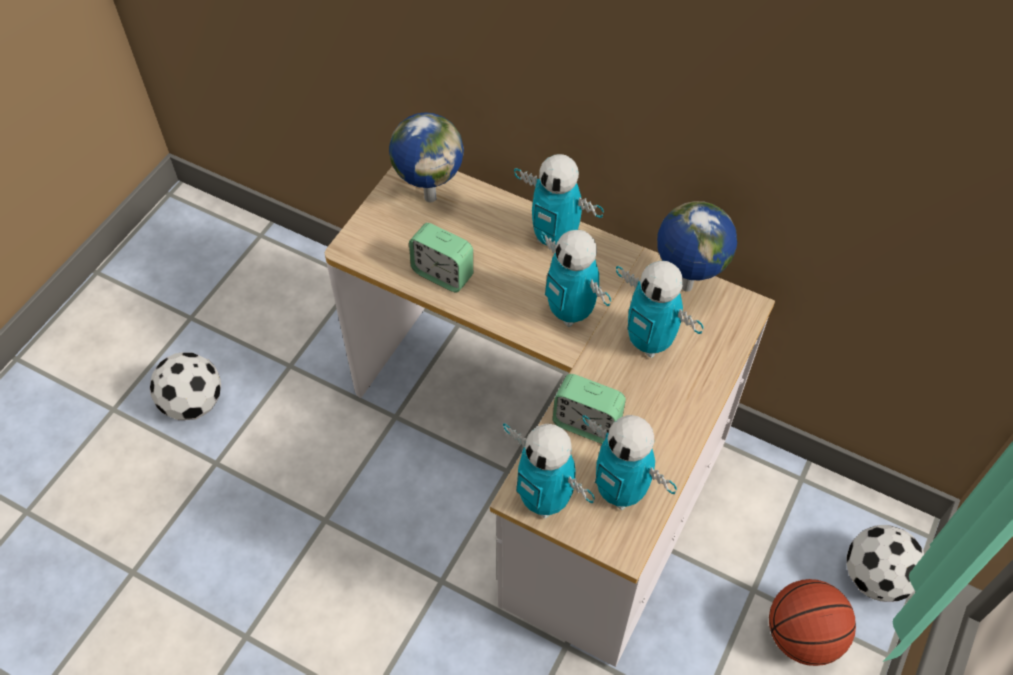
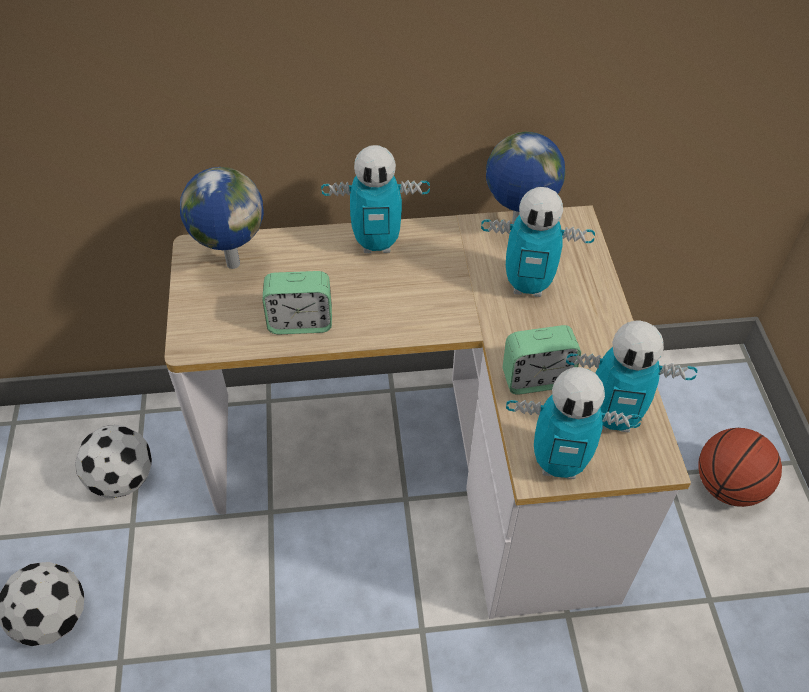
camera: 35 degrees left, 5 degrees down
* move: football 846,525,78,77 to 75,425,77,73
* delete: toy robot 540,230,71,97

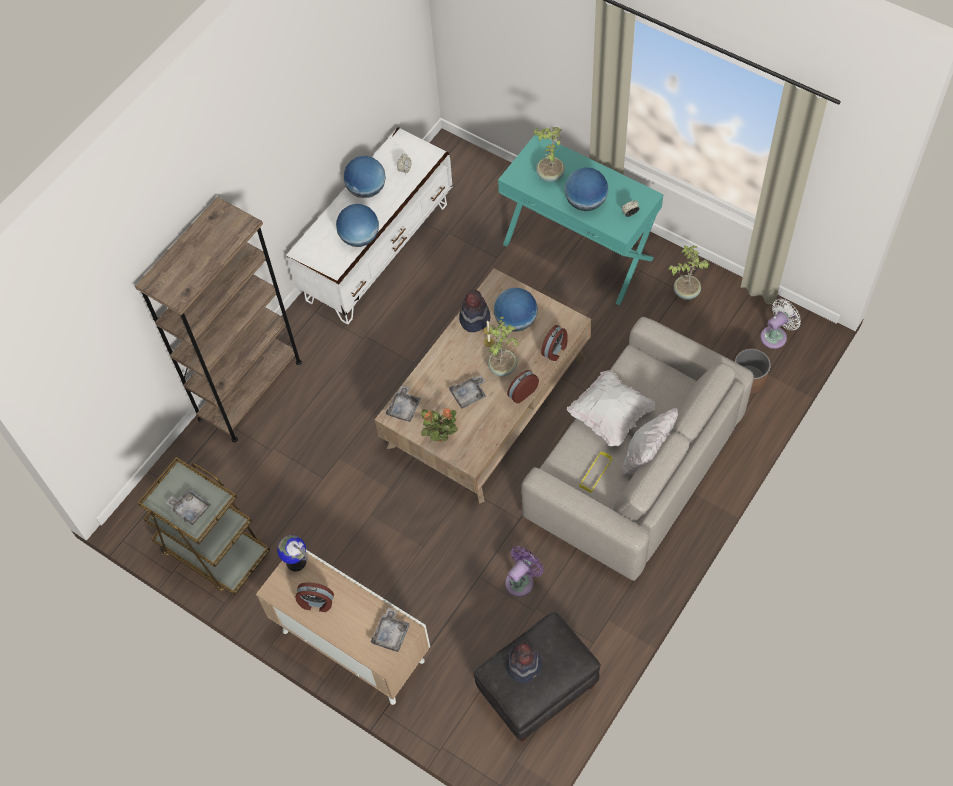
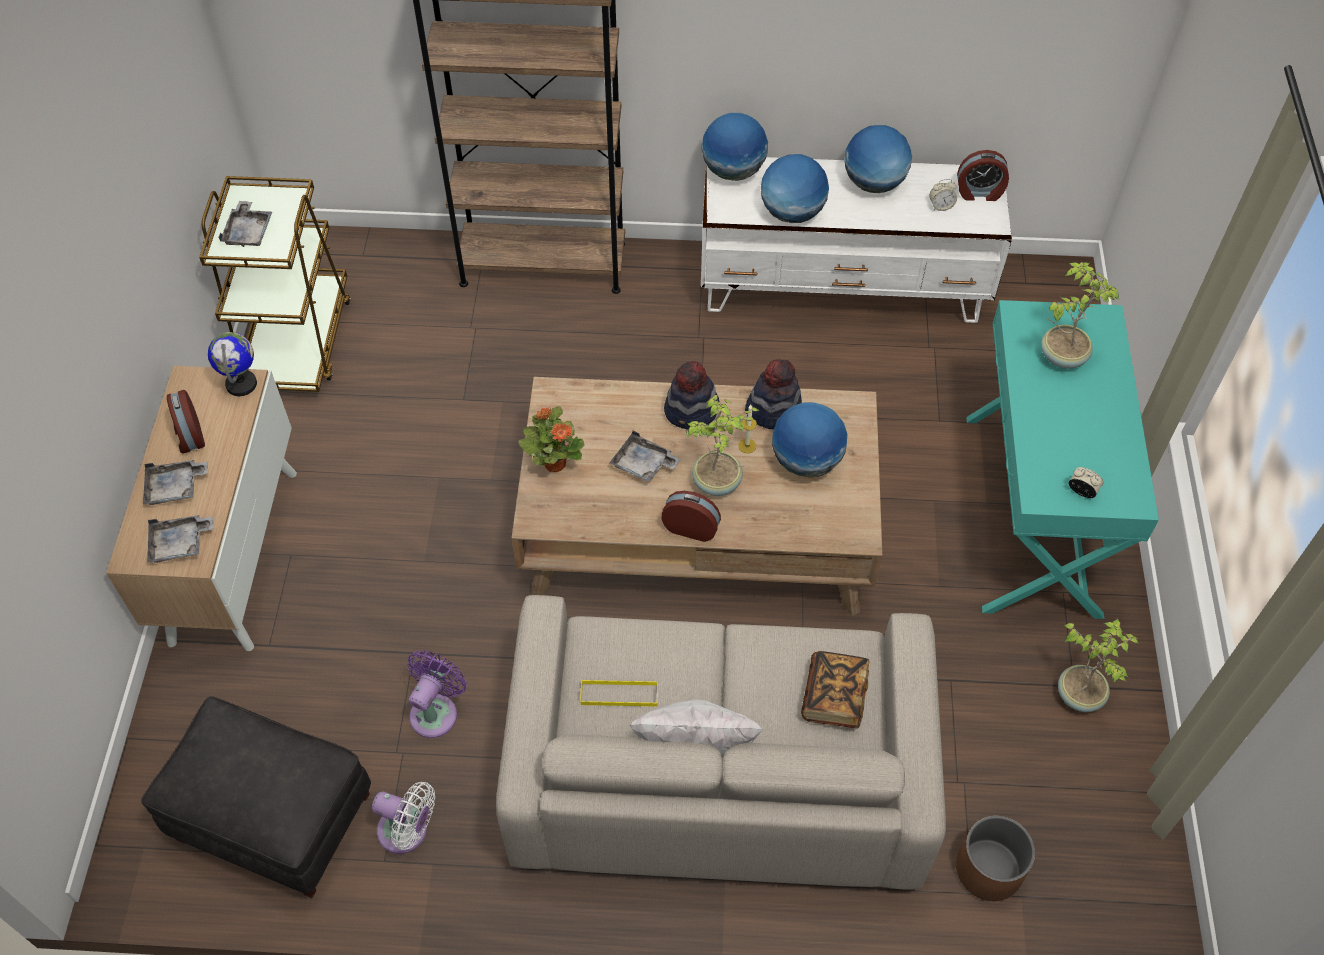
camera: 55 degrees right, 5 degrees down
* move: tray (grey) 386,386,35,36 to 143,460,65,45
* move: fan (white) 760,299,41,50 to 372,782,63,72
* rotate: fan (purple) 505,546,39,51 = 407,650,60,88 75 degrees counterclockwise
* move: hat 506,643,36,40 to 664,361,56,69
* move: globe 565,167,43,44 to 702,113,66,68
* insert: book 801,651,68,77
* move: alarm clock 541,325,27,36 to 957,150,52,51
* delete: pillow (white) 567,370,88,76

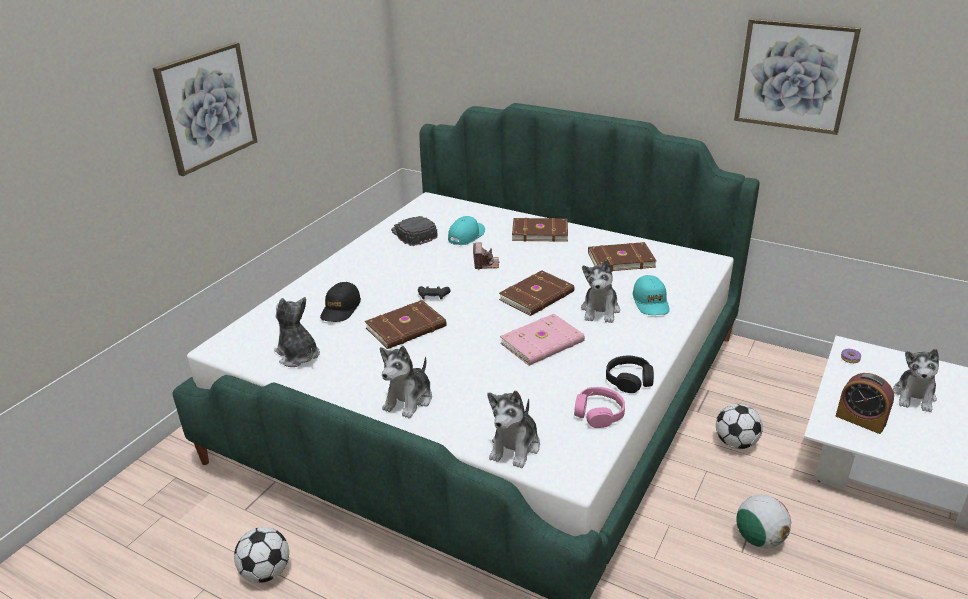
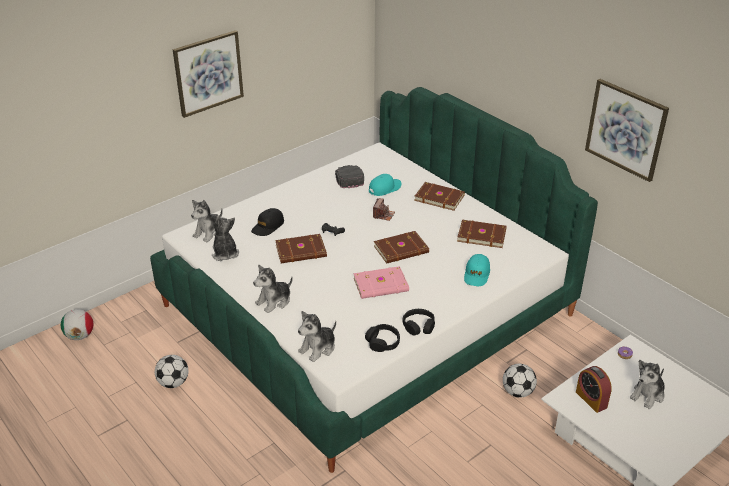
camera: 20 degrees right, 5 degrees up
* move: football 736,495,55,53 to 61,309,32,31
* move: plush toy 581,260,39,63 to 191,200,32,42
* recolor: headphones (pink) 574,387,51,41 to headphones (black) 365,324,35,28

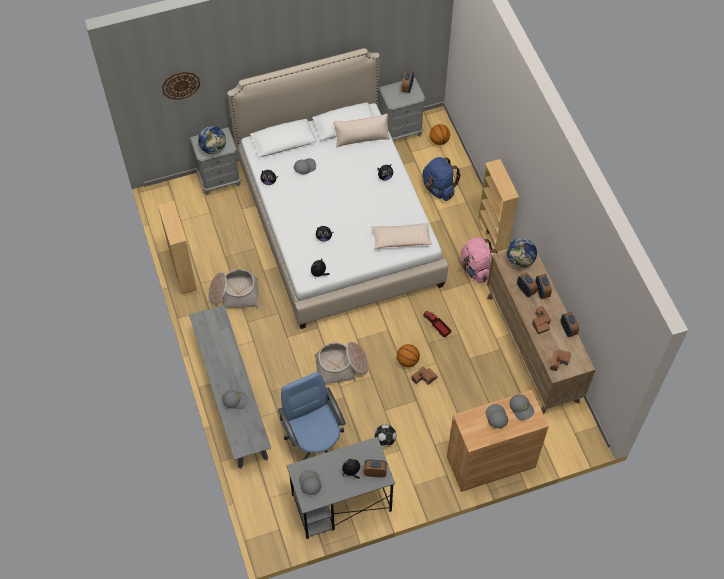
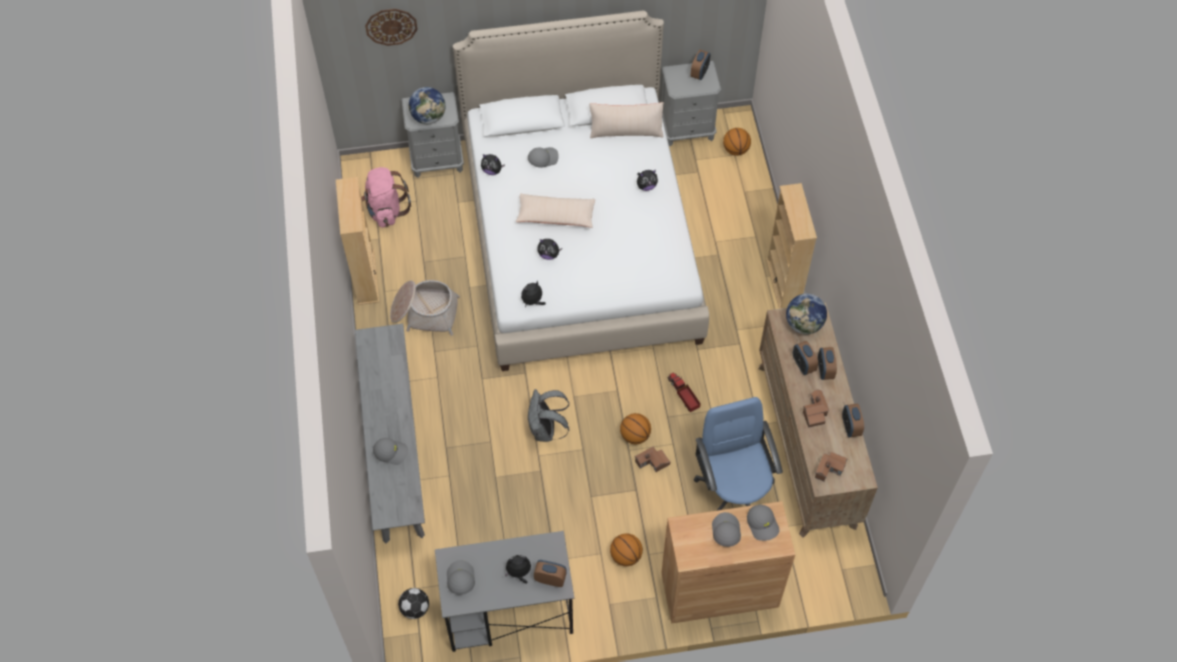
camera: 10 degrees right, 0 degrees up
* move: backpack (pink) 461,237,37,46 to 361,167,50,61
* move: football 374,424,22,23 to 398,588,31,31
* move: pillow (beige) 372,223,60,26 to 516,194,79,34
* replace: basket 315,342,54,42 to backpack (grey) 527,389,42,53
* insert: basketball 610,534,33,32
* move: office chair (blue) 278,372,68,88 to 694,397,89,114
* delete: backpack (blue) 423,157,38,44

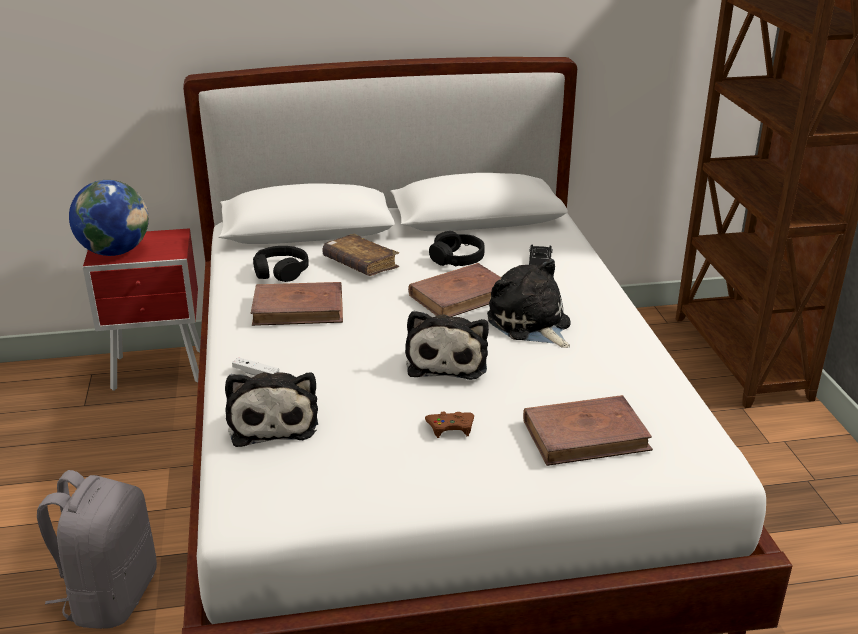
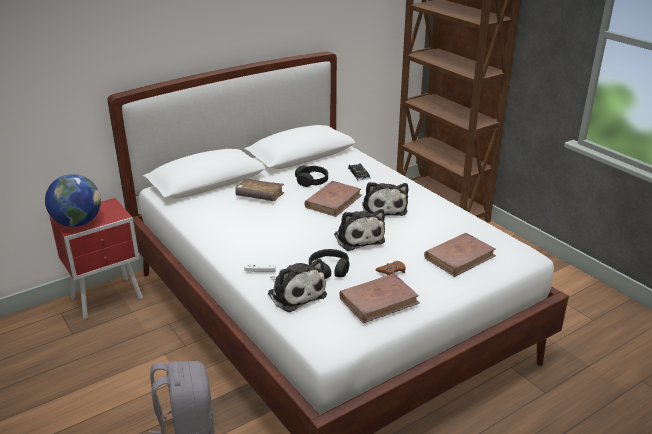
camera: 25 degrees left, 0 degrees up
* move: headphones (black) 253,246,56,36 to 309,249,40,30
* move: book (brown) 251,282,92,44 to 339,273,81,50
* rotate: plush toy 487,258,84,90 = 362,182,47,34 135 degrees counterclockwise

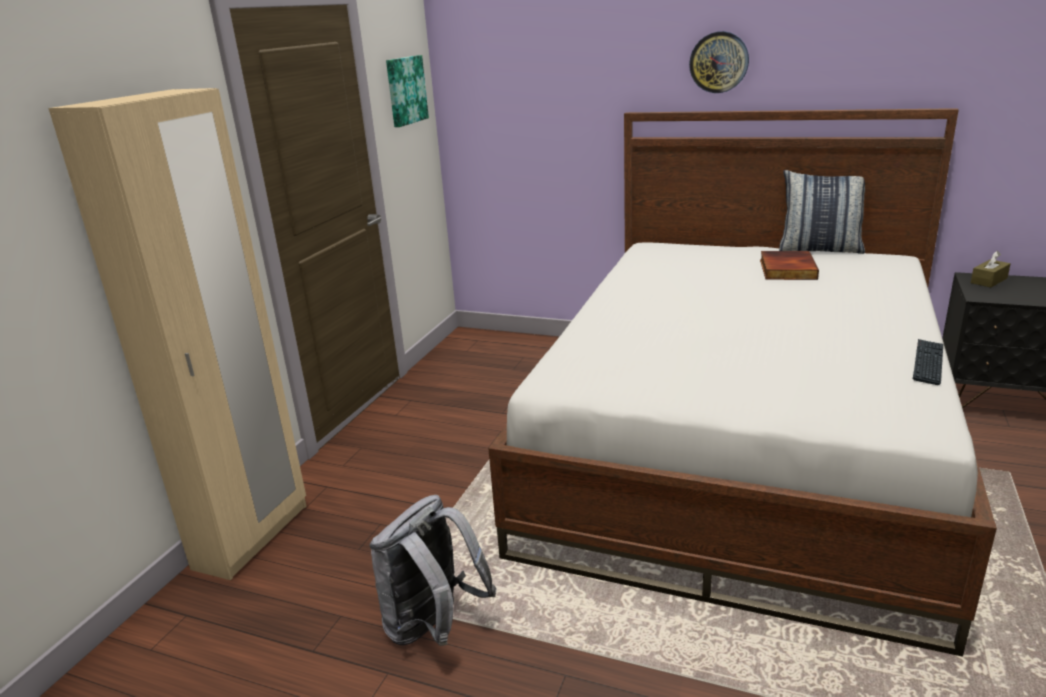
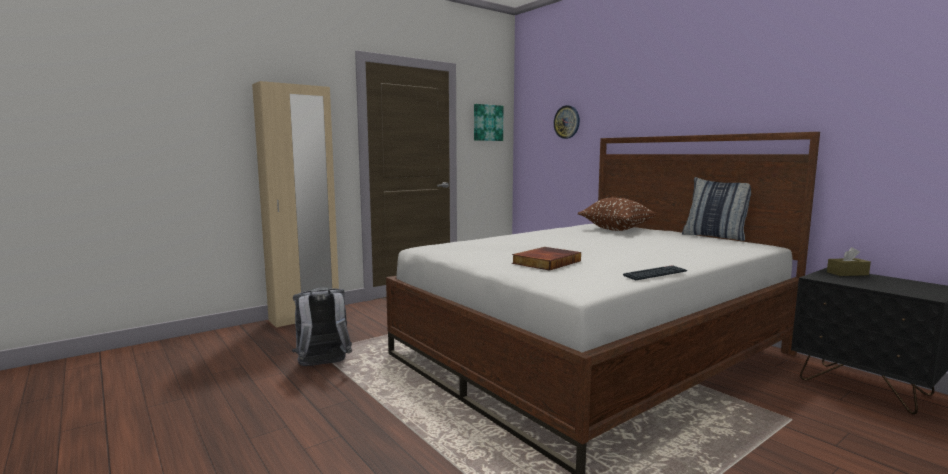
camera: 30 degrees right, 15 degrees down
* move: book 760,251,59,29 to 512,247,69,24
* move: wall clock 689,31,60,62 to 554,105,26,34
* insert: pillow (brown) 578,197,79,34

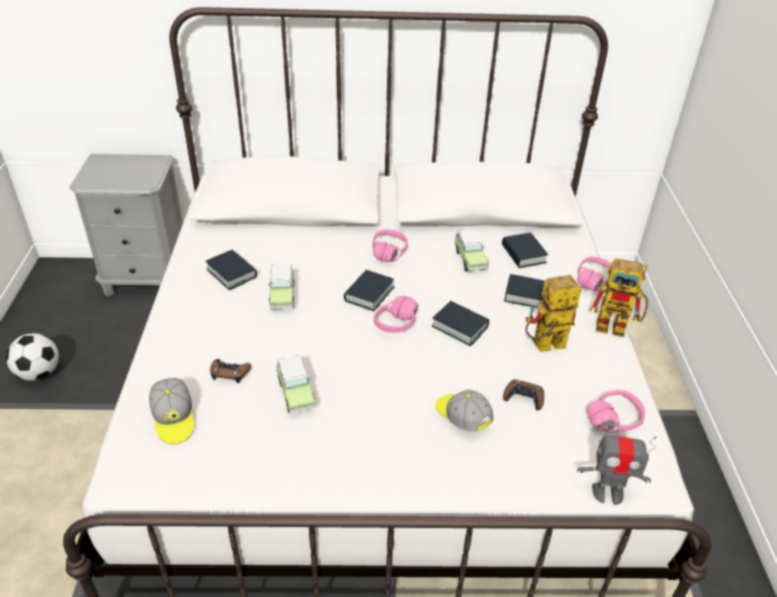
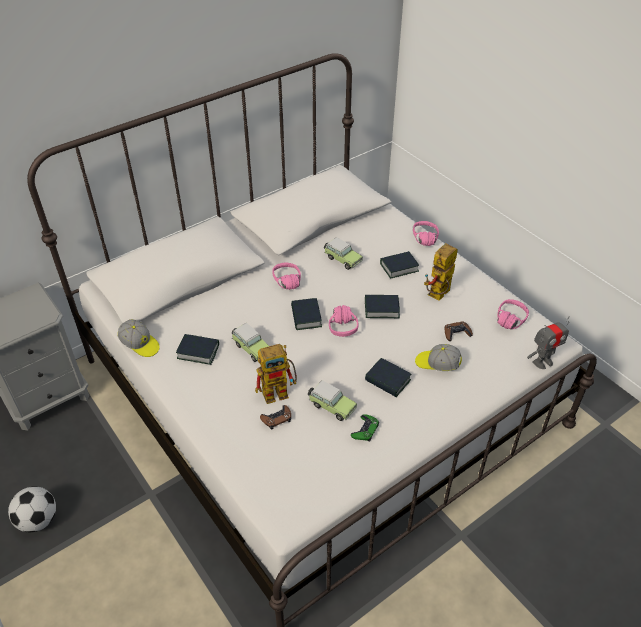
camera: 35 degrees left, 5 degrees up
* move: cap 149,378,45,66 to 118,319,41,38
* move: toy robot 590,258,58,79 to 255,344,42,60
* insert: game controller (green) 351,414,28,28
* move: book 502,233,46,35 to 365,358,46,39

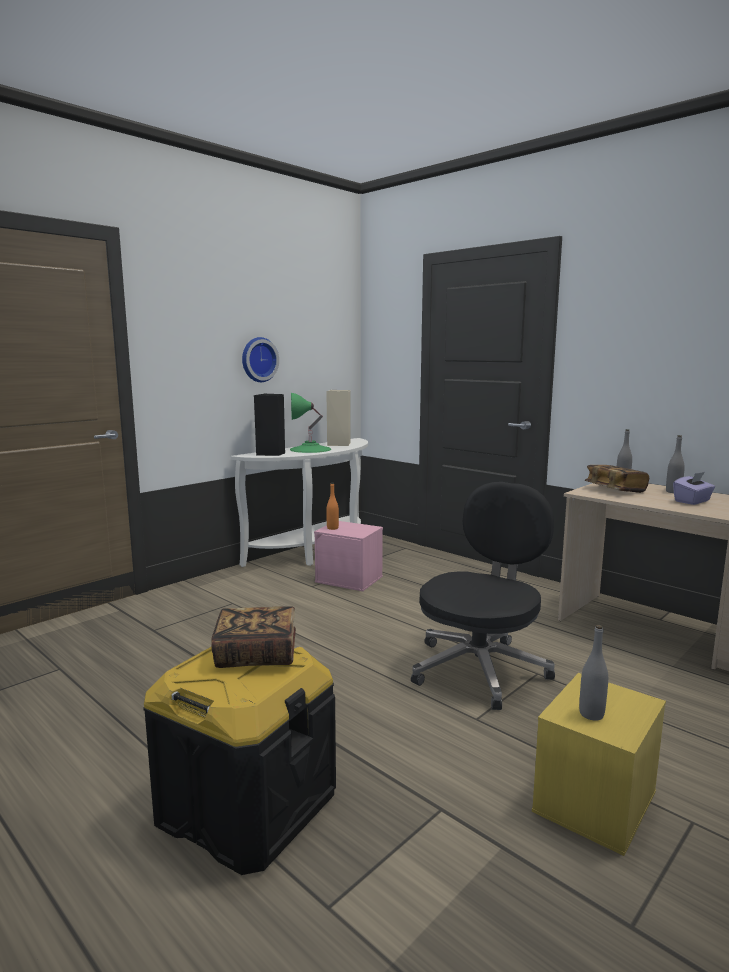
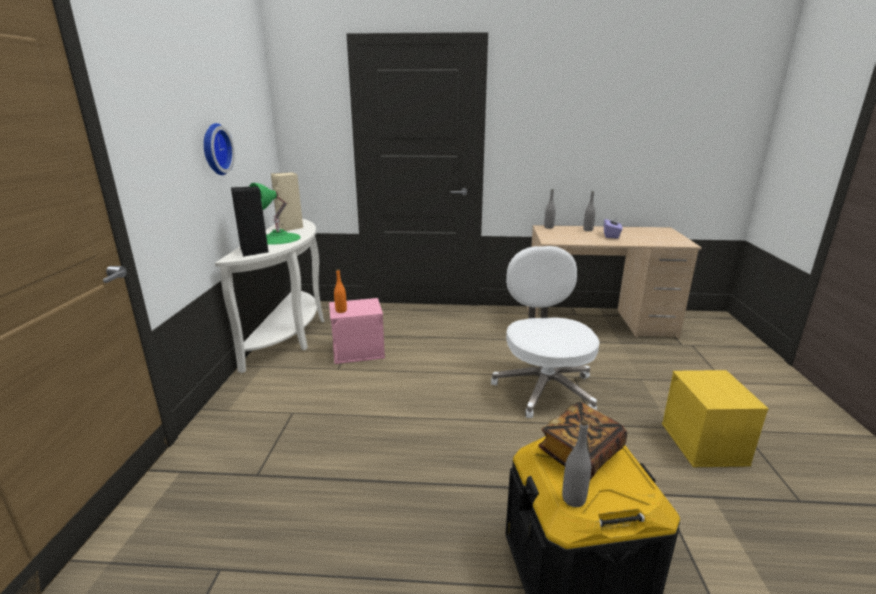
camera: 40 degrees left, 10 degrees up
* recolor: office chair (black) 411,482,144,228 to office chair (white) 491,246,109,172
* move: bottle (grey) 579,625,29,96 to 562,420,29,87
* delete: book 585,465,64,28

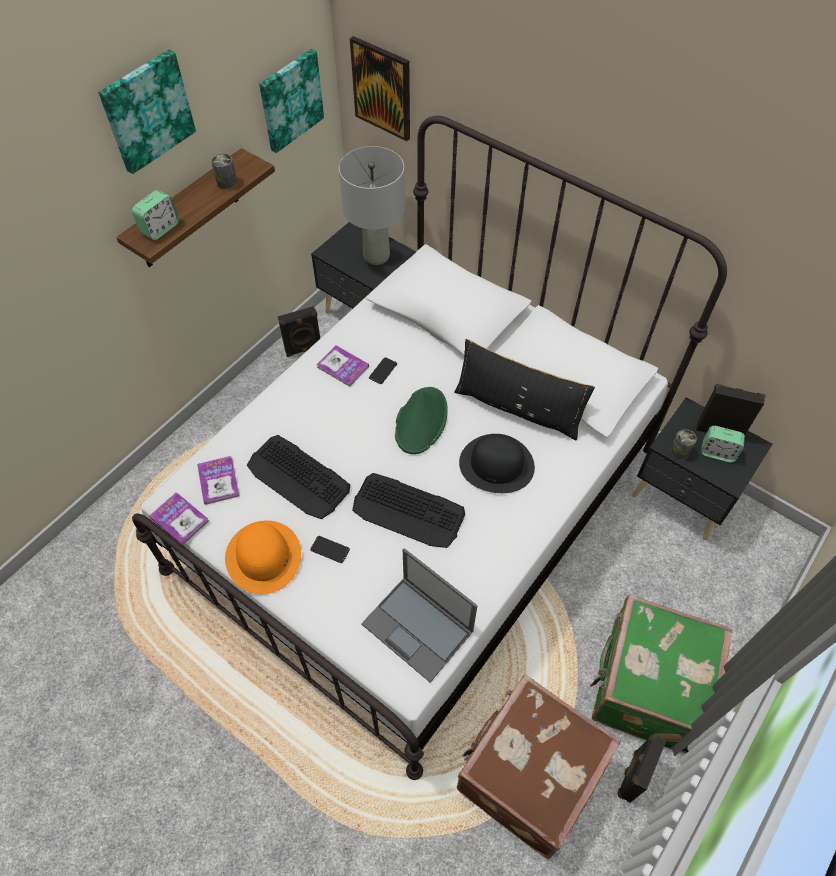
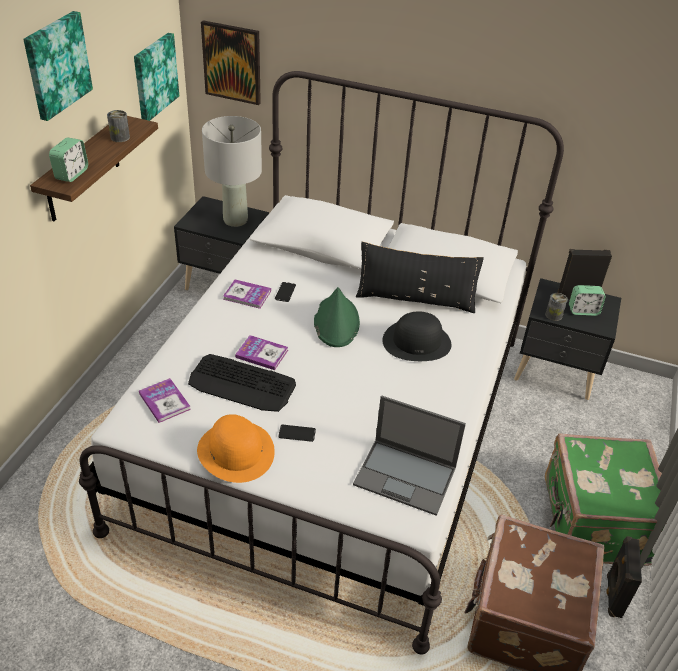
camera: 20 degrees left, 15 degrees down
* move: book 149,492,60,54 to 235,335,53,35
* delete: speaker (black) 278,306,42,51
* delete: keyboard 352,473,113,75

